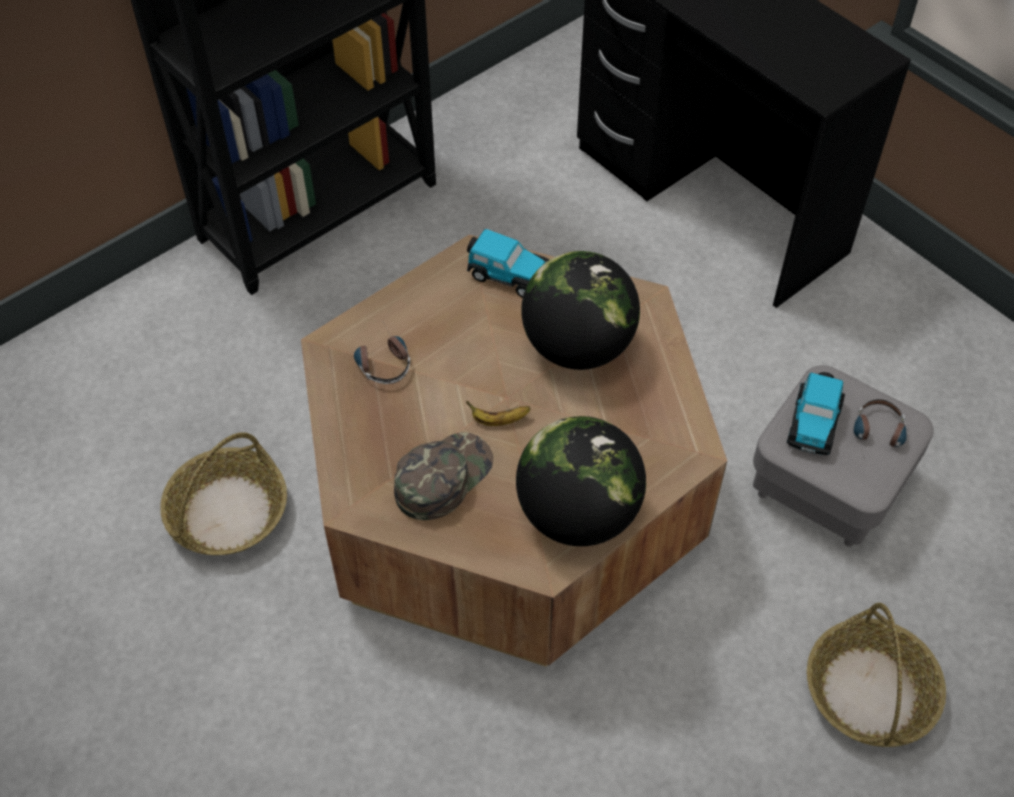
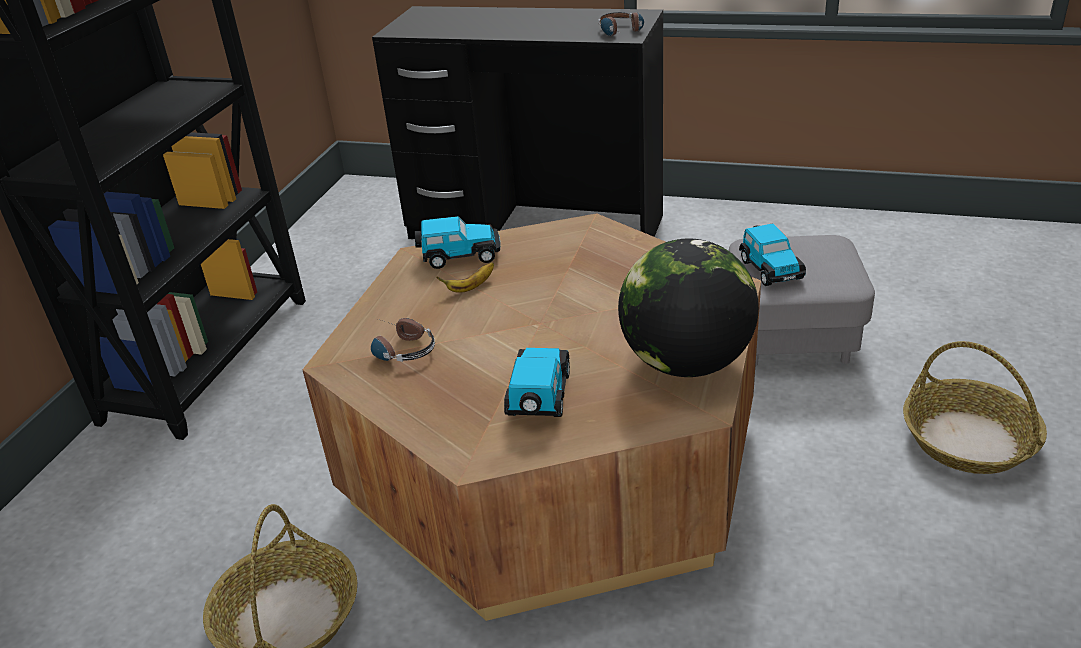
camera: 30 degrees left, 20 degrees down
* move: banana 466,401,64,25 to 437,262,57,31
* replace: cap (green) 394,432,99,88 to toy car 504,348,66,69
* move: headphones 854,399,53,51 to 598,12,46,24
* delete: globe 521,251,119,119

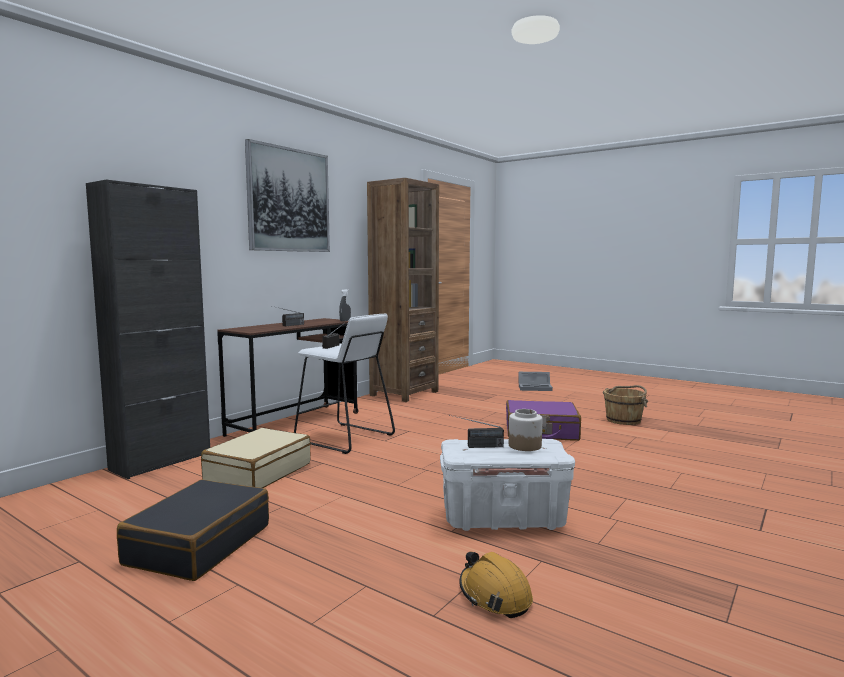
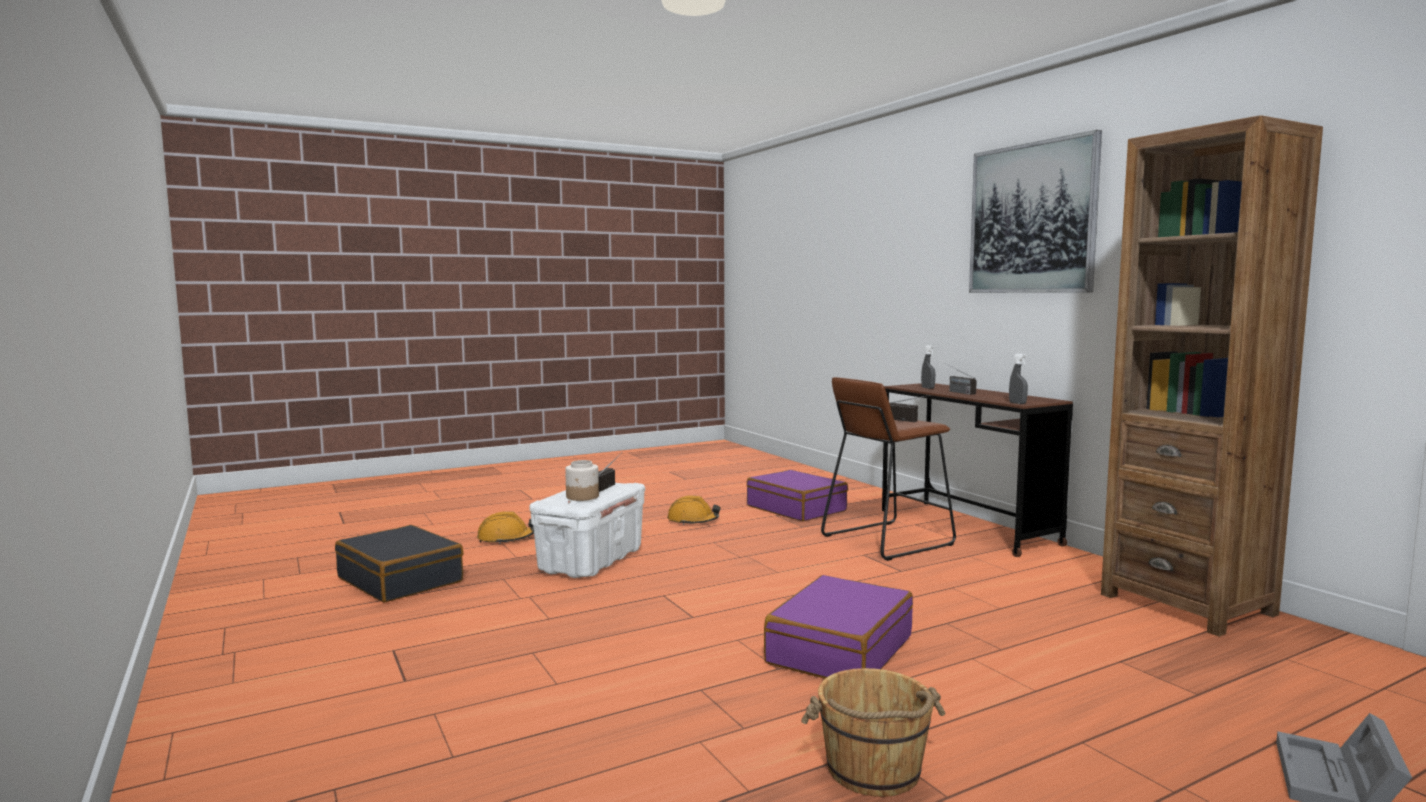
camera: 115 degrees right, 0 degrees up
* move: suitcase (black) 117,480,152,101 to 335,525,128,77
* insert: hard hat (orange) 667,495,53,30
* recolor: suitcase (beige) 201,428,110,60 to suitcase (purple) 747,470,101,51
* recolor: stool (white) 294,314,101,140 to stool (brown) 821,377,135,184
* insert: spray bottle (grey) 921,345,14,44
* delete: cabinet (black) 86,179,124,300

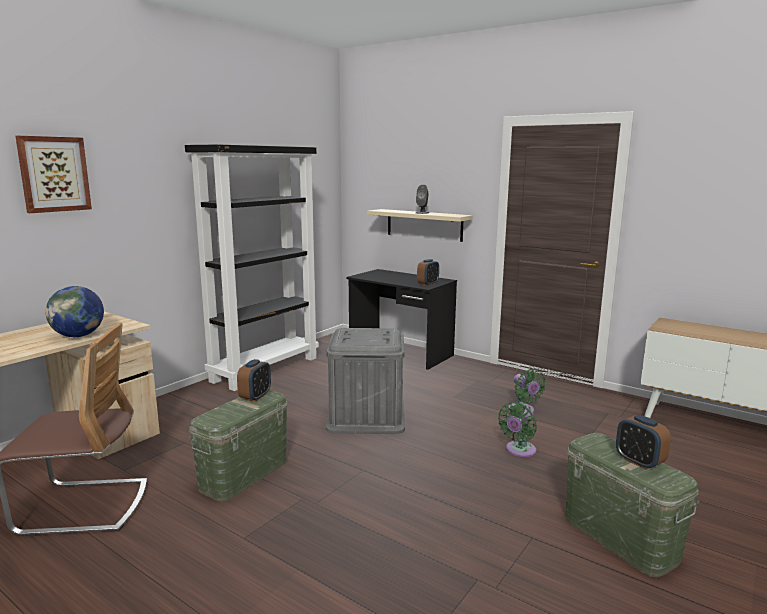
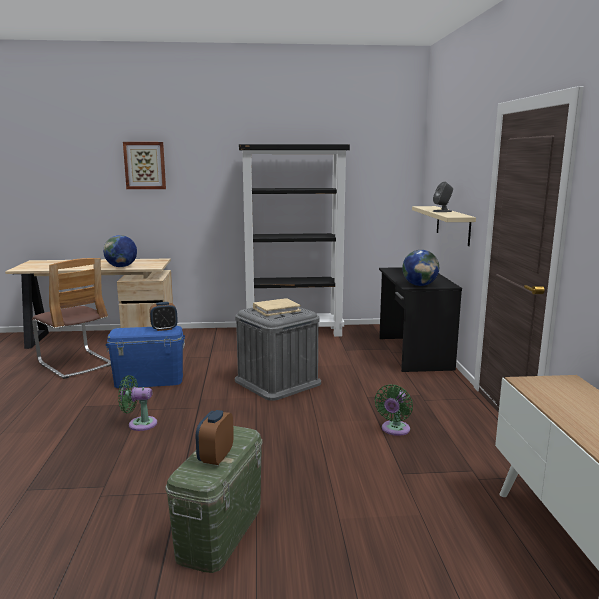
camera: 50 degrees right, 0 degrees up
* recolor: storage box (green) 189,390,99,111 to storage box (blue) 105,326,80,62
* move: fan (green) 498,402,39,55 to 118,375,39,56
* insert: book (beige) 253,298,48,18
* replace: alarm clock 417,259,22,27 to globe 402,250,37,36

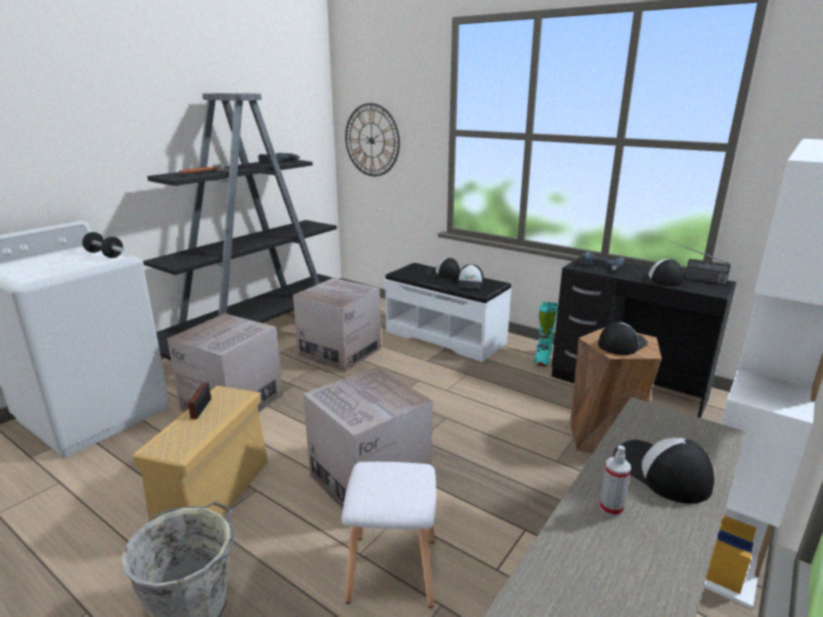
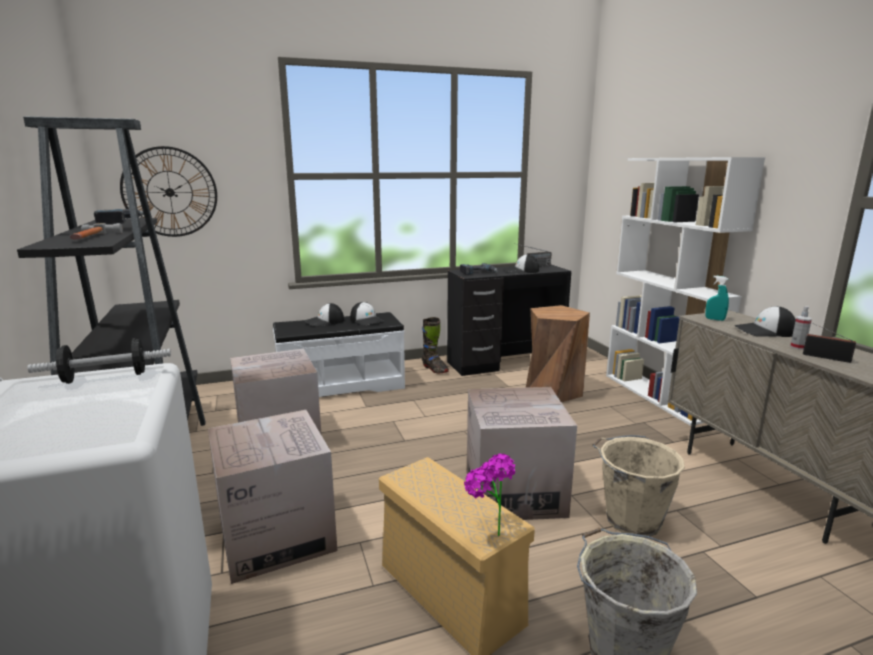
camera: 55 degrees left, 5 degrees down
* recolor: boot (turquoise) 534,302,24,65 to boot (black) 422,317,27,56
* insert: potted plant 464,453,51,83
* replace: stool (white) 341,462,95,146 to bucket (beige) 592,435,93,102
* insert: spray bottle (turquoise) 705,276,24,45
* move: radio 188,369,23,50 to 803,319,53,44
* delete: cap 598,322,50,33

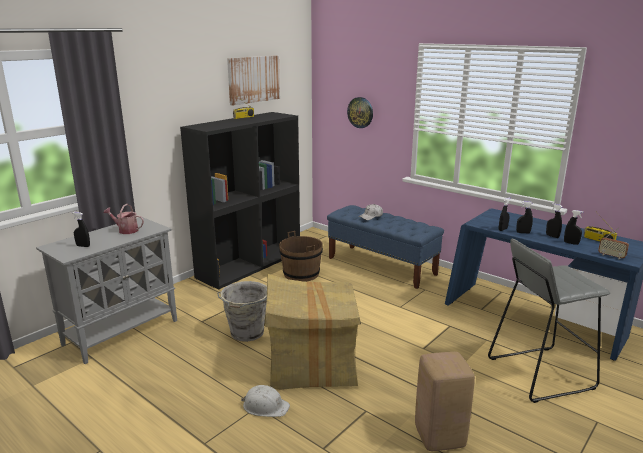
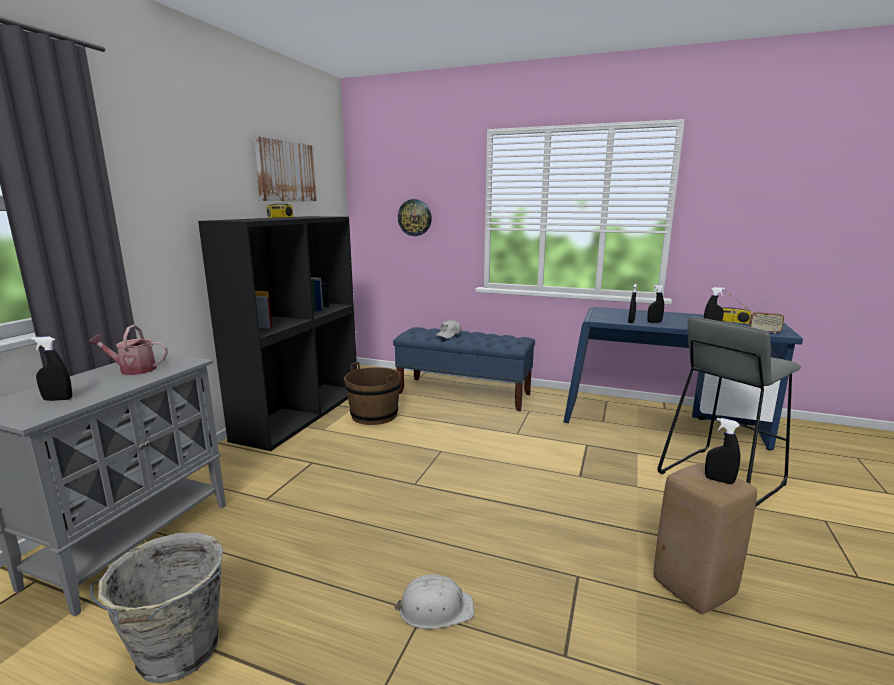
camera: 20 degrees left, 5 degrees down
* move: bucket (grey) 217,281,50,61 to 90,532,133,152
* move: spray bottle (black) 546,203,16,35 to 705,418,35,66
* delete: cardboard box 264,274,97,116

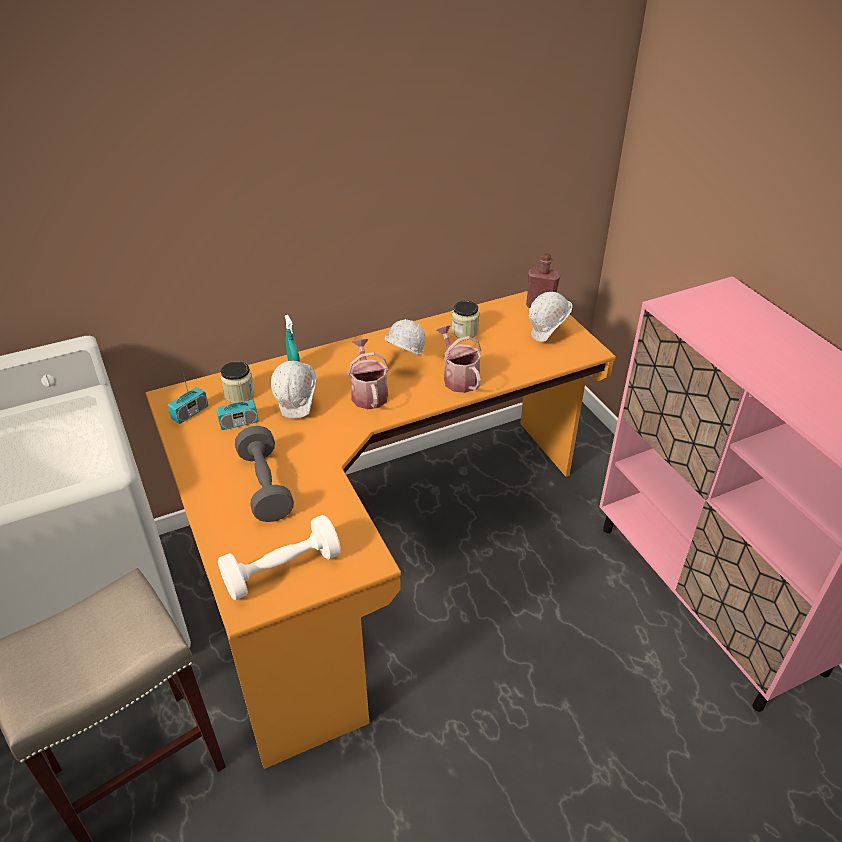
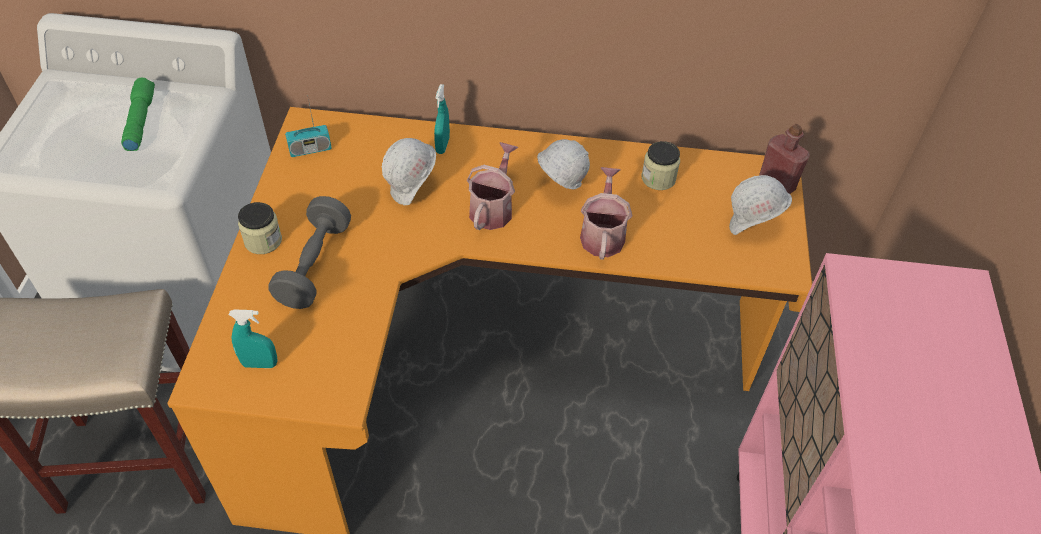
camera: 30 degrees right, 10 degrees up
* insert: flashlight (green) 121,78,34,73
* replace: dumbbell (white) 218,515,123,85 to spray bottle (turquoise) 229,310,49,58
* move: jar 221,361,34,42 to 238,202,44,52
* delete: radio 216,376,43,54

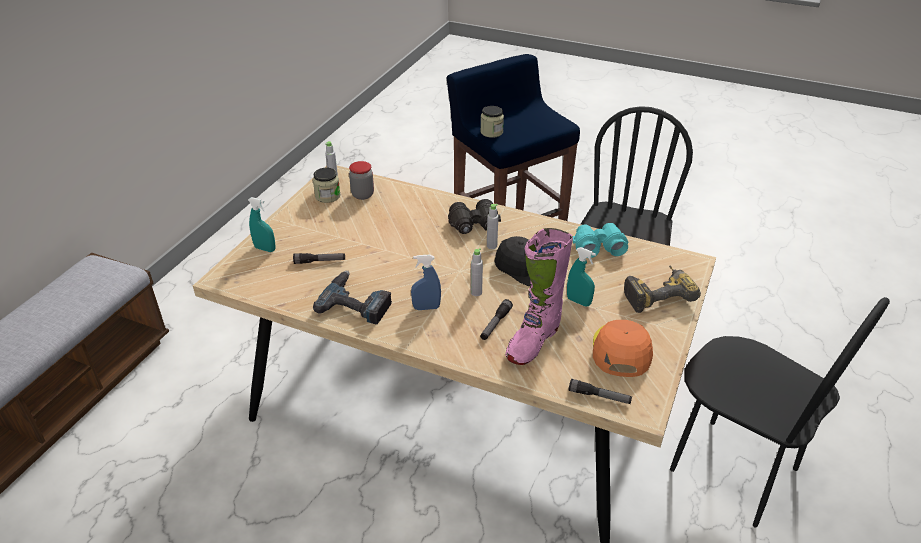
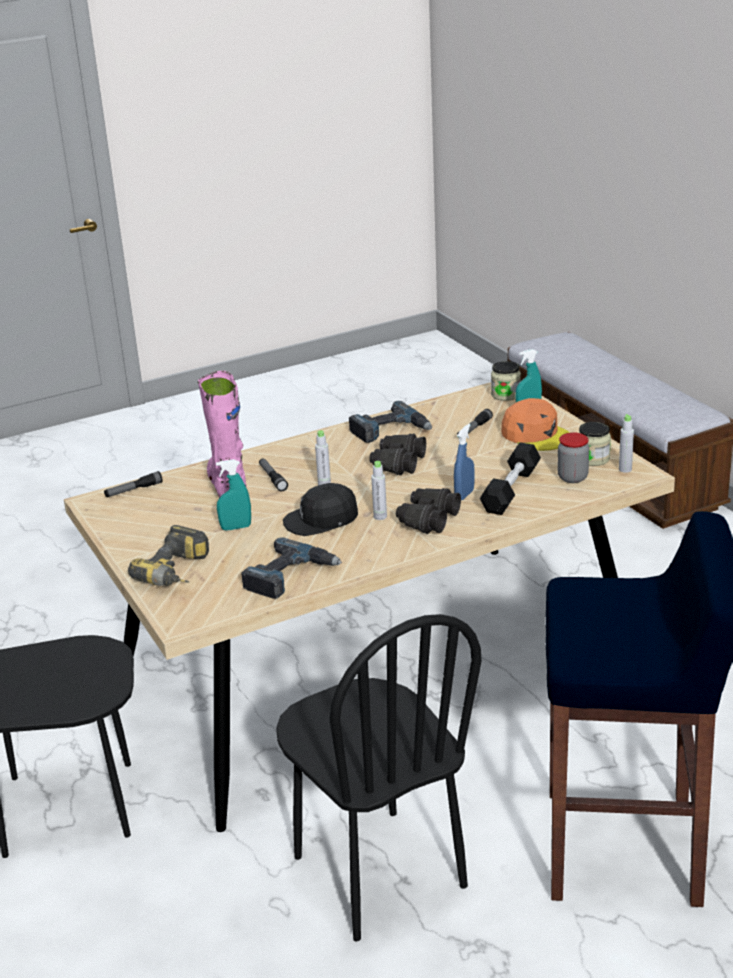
camera: 130 degrees right, 10 degrees down
* replace: binoculars (turquoise) 573,223,55,35 to power drill 241,537,101,62
* insert: binoculars (black) 369,434,57,41
* move: spray bottle (blue) 411,255,30,55 to 454,424,21,76
* insert: dumbbell (black) 480,442,61,73
* move: jar 480,106,24,32 to 491,361,30,40
* move: cap (orange) 593,320,60,57 to 501,398,69,53

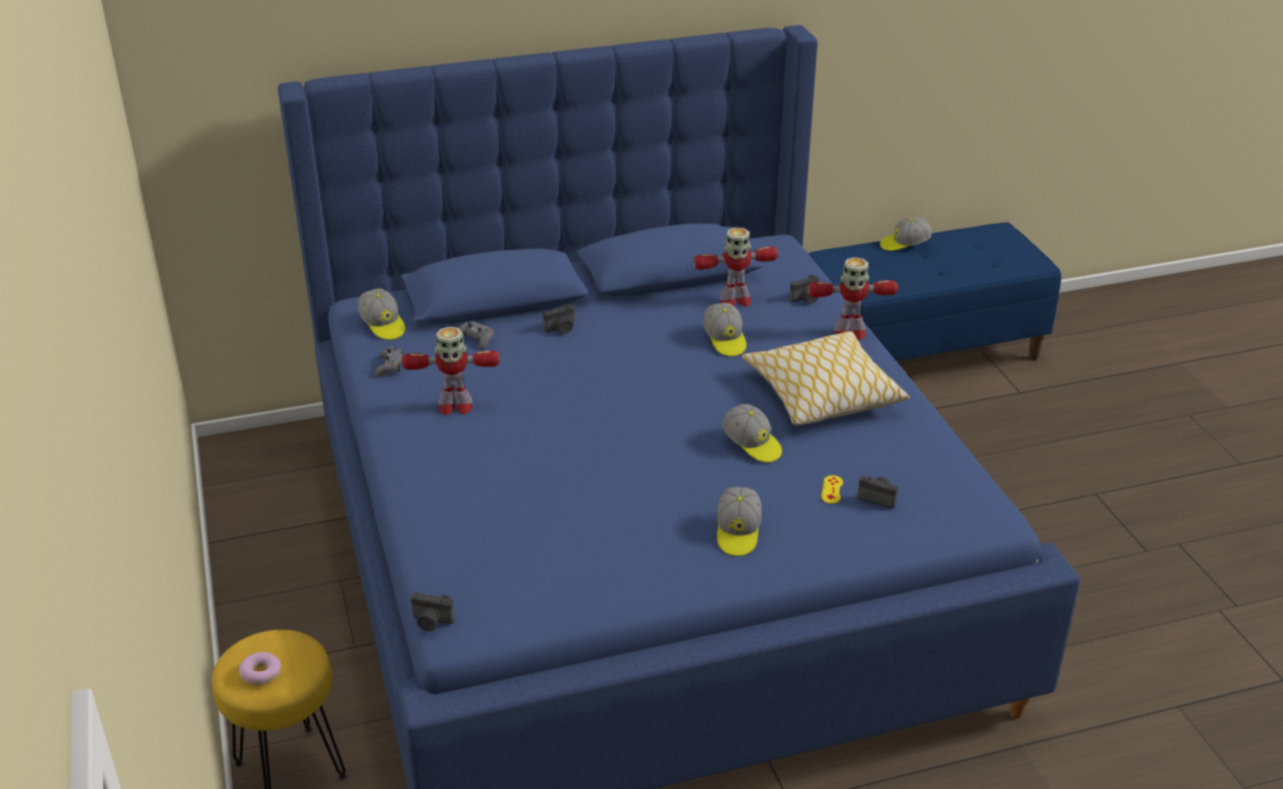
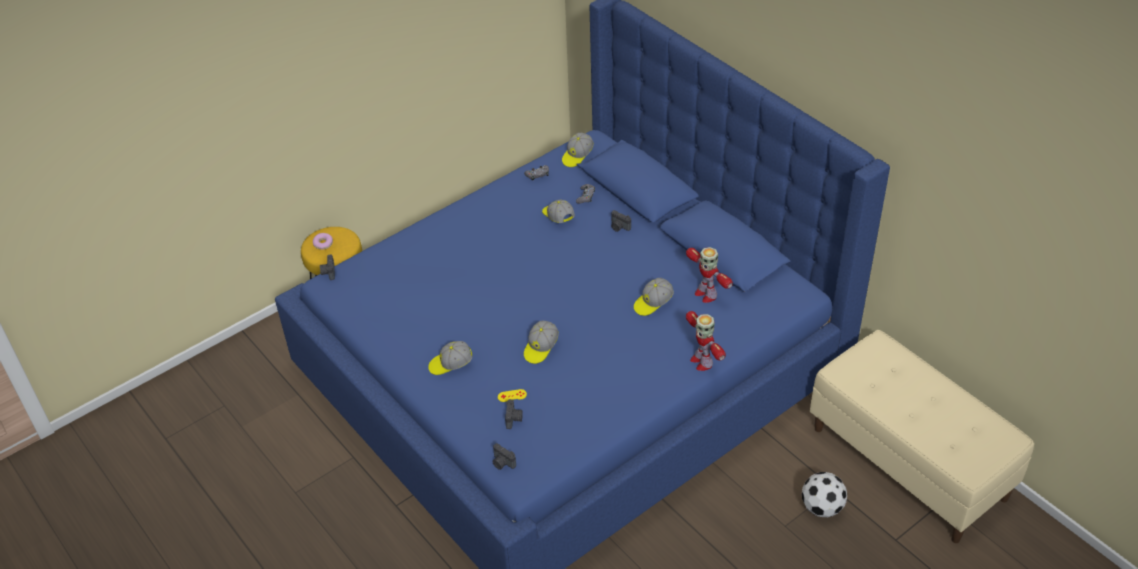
camera: 70 degrees right, 10 degrees up
* move: photo camera 789,275,30,29 to 492,443,24,27
* move: cap 880,217,52,34 to 542,200,33,23
* insert: football 802,472,45,45
* recolor: bench (blue) 808,222,253,139 to bench (beige) 810,330,224,213
* delete: toy robot 402,326,98,89
* delete: pillow 742,331,168,95

